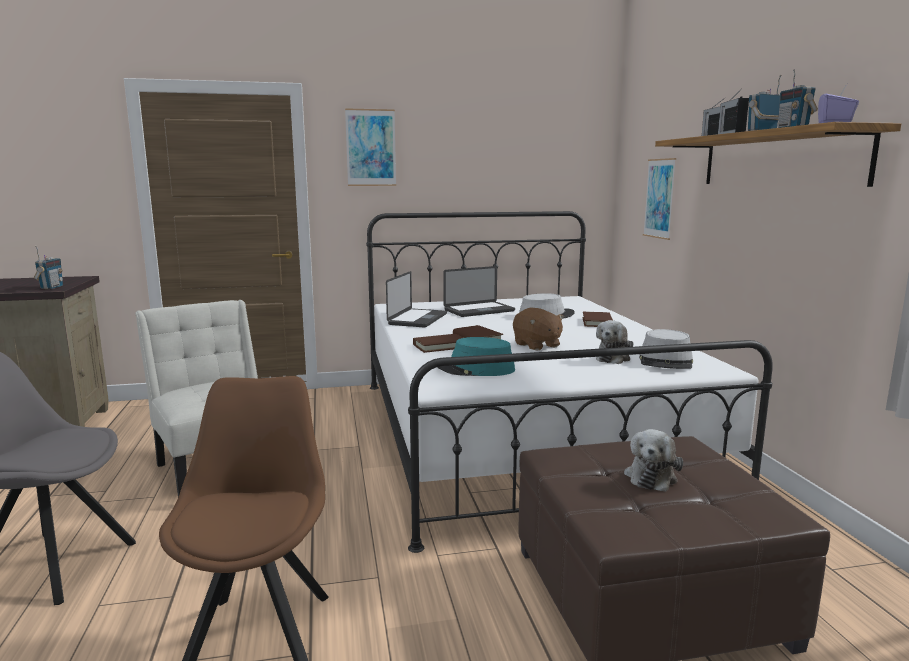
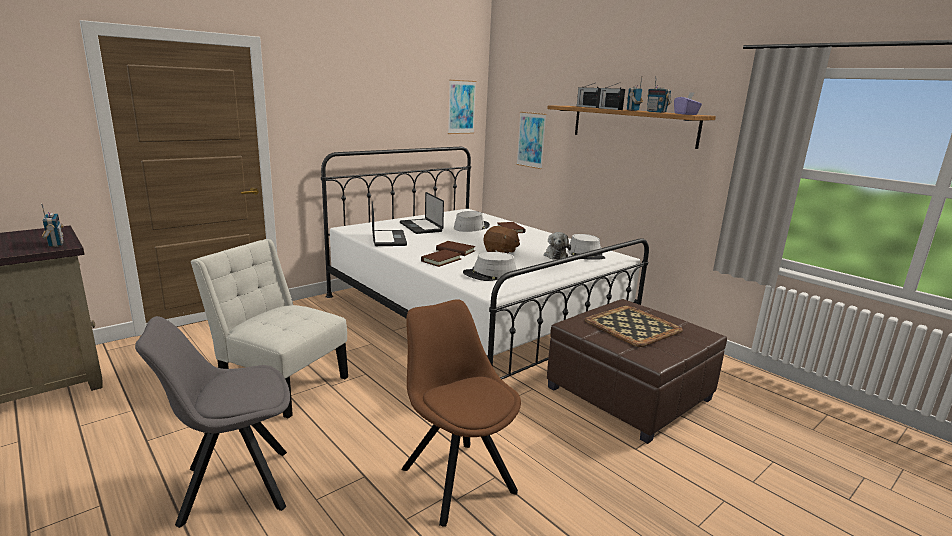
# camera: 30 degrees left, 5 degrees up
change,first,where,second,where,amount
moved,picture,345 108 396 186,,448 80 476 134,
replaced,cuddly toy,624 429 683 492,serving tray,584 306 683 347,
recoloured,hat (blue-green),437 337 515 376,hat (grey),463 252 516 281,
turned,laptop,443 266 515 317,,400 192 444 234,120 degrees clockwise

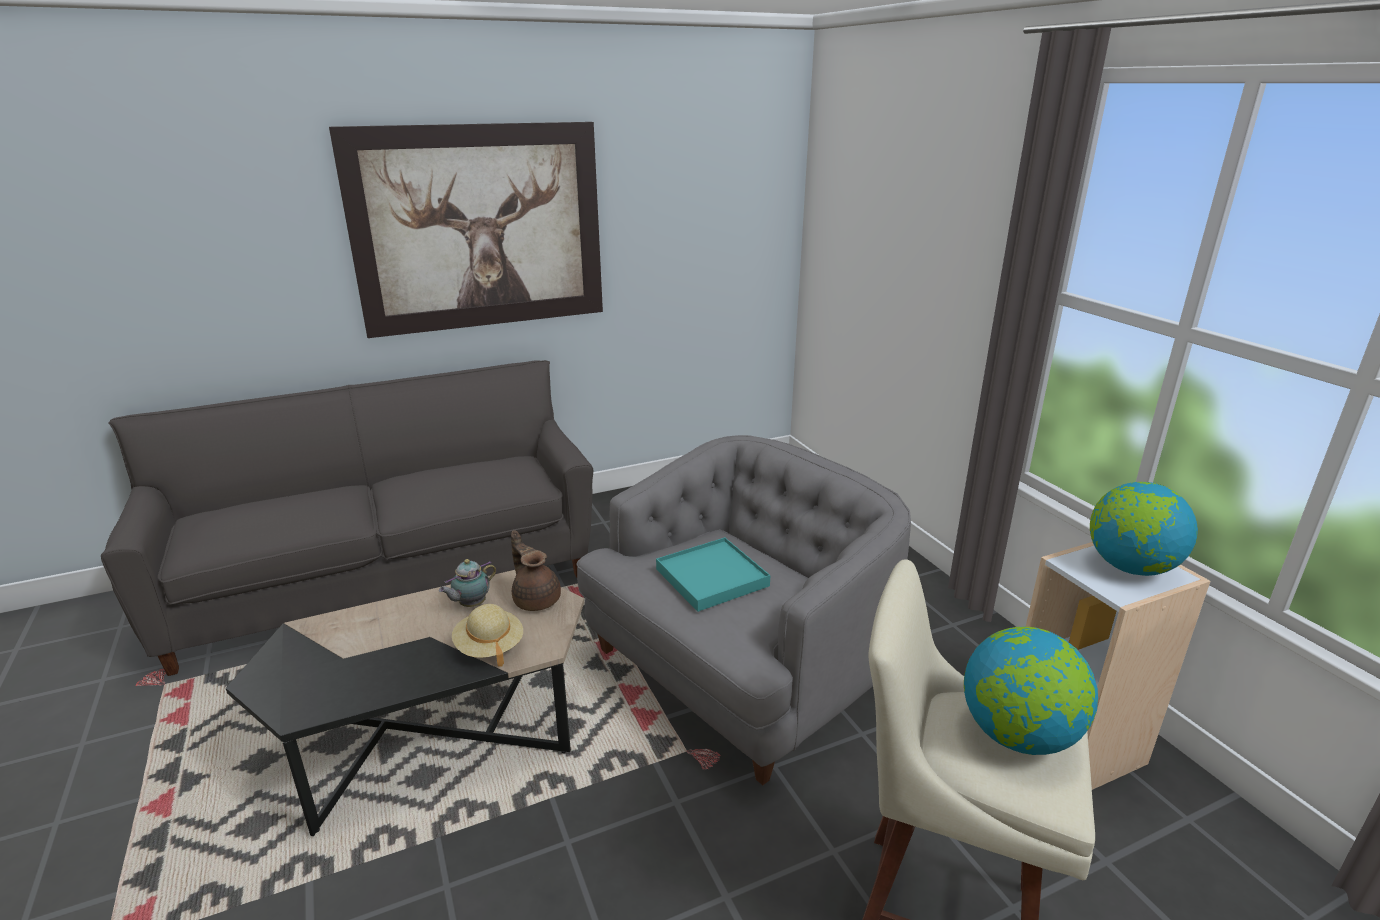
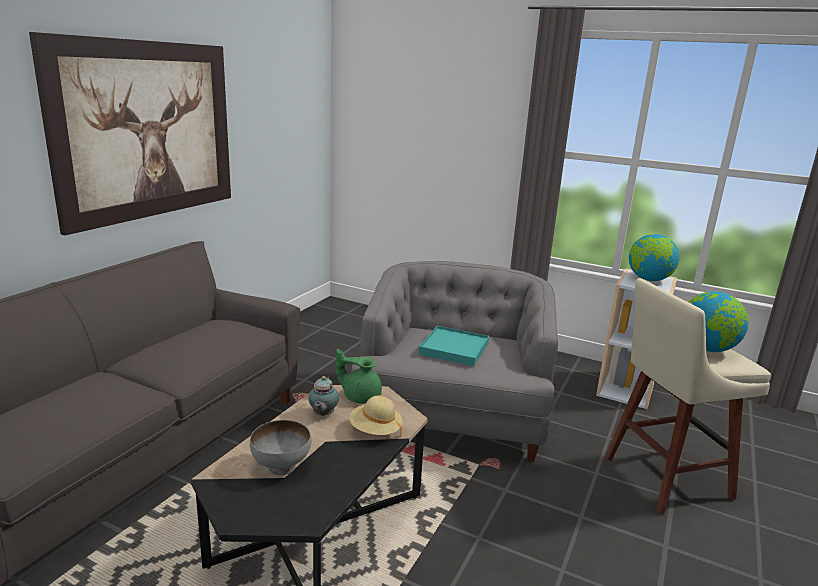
# camera: 40 degrees left, 5 degrees down
change,first,where,second,where,amount
added,,,serving bowl (grey),250 420 311 475,
recoloured,teapot (brownish),511 530 561 611,teapot (green),336 349 382 404,

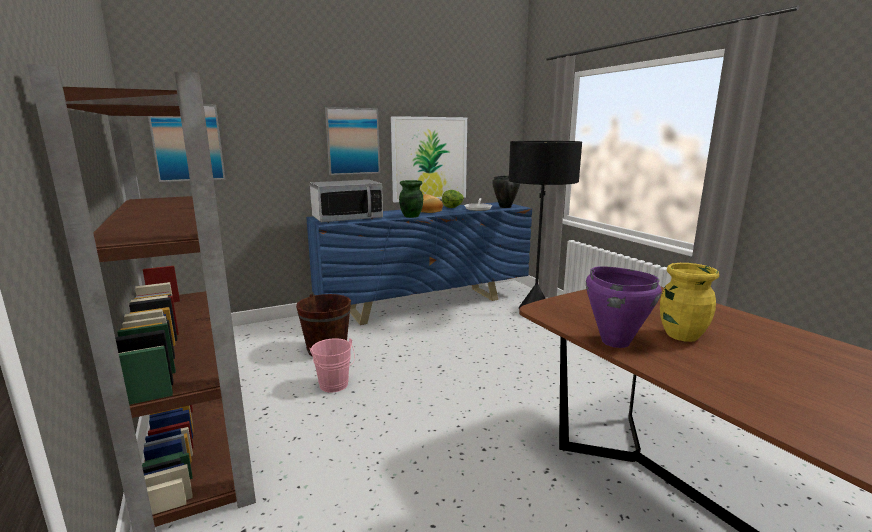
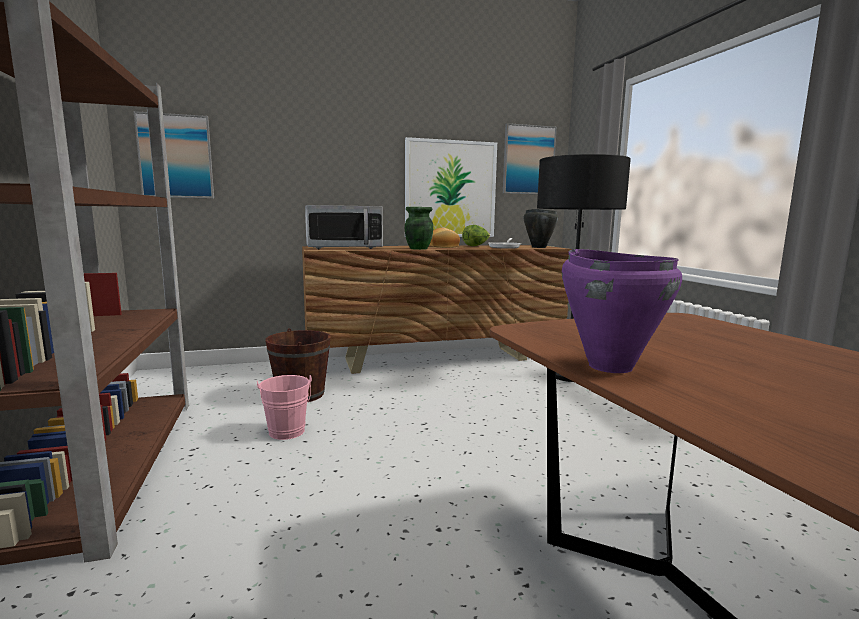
# camera: 10 degrees right, 5 degrees down
change,first,where,second,where,amount
removed,decorative vase (yellow-coloured),660 263 719 342,,,
moved,picture,325 107 380 175,,503 123 557 194,
recoloured,cupboard (bluish),306 202 532 325,cupboard (brownish),302 245 572 374,

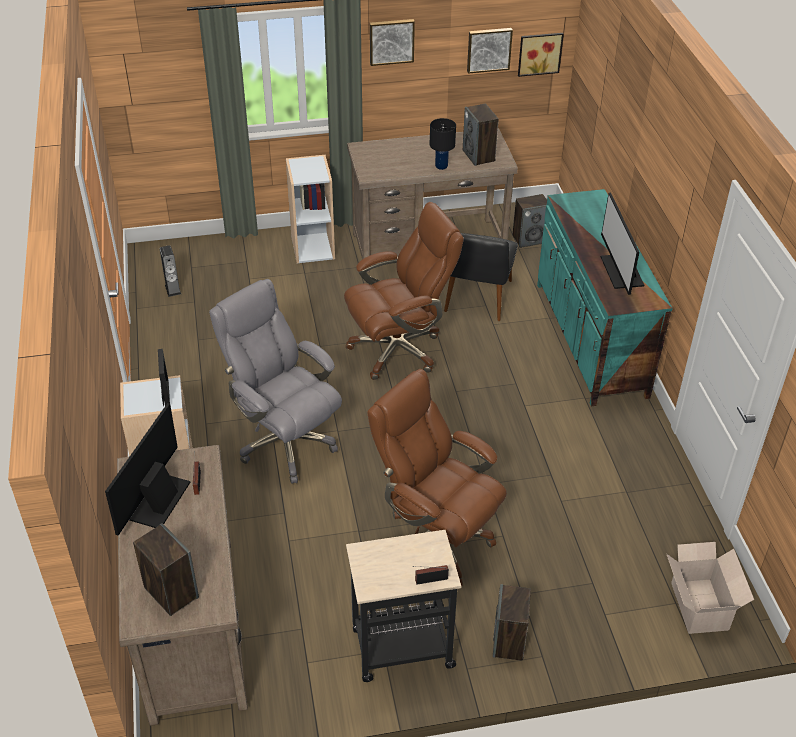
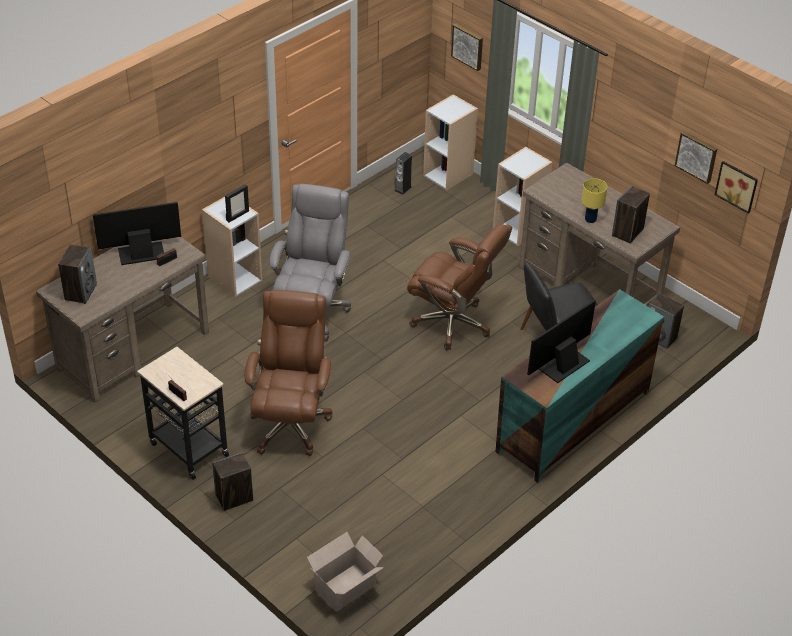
# camera: 55 degrees right, 0 degrees up
change,first,where,second,where,amount
added,,,bookcase,423 94 478 190,
moved,picture,370 19 415 66,,451 23 483 71,
recoloured,table lamp (black),430 118 456 170,table lamp (yellow-coloured),581 178 607 223,

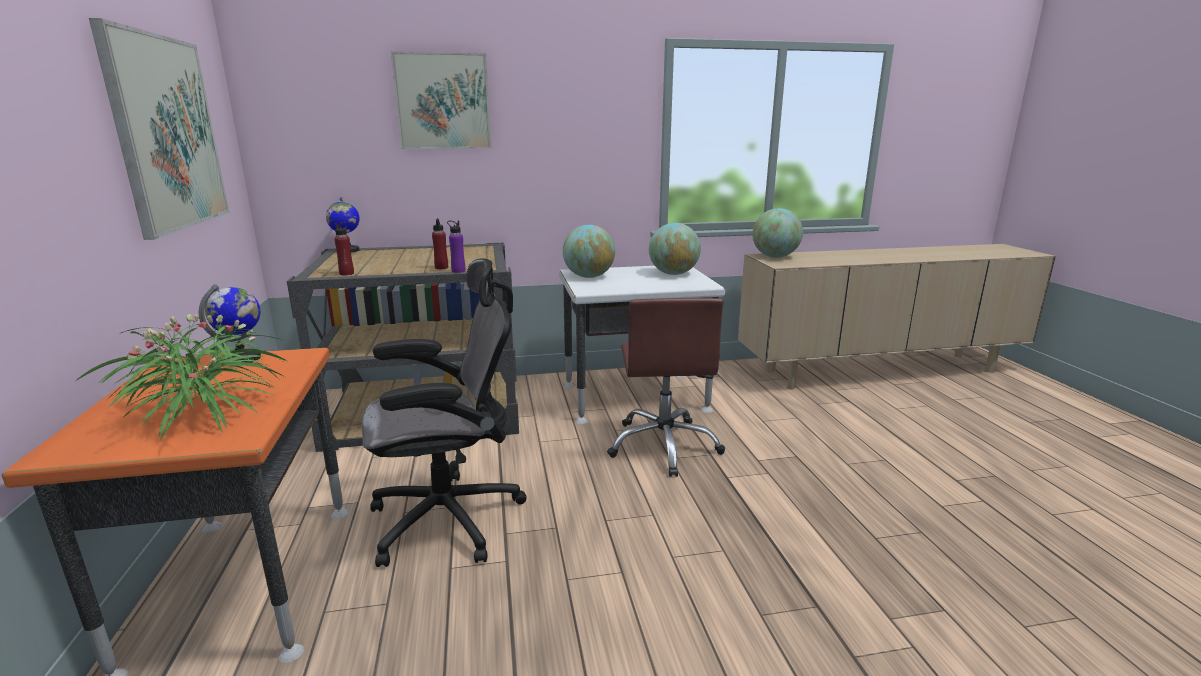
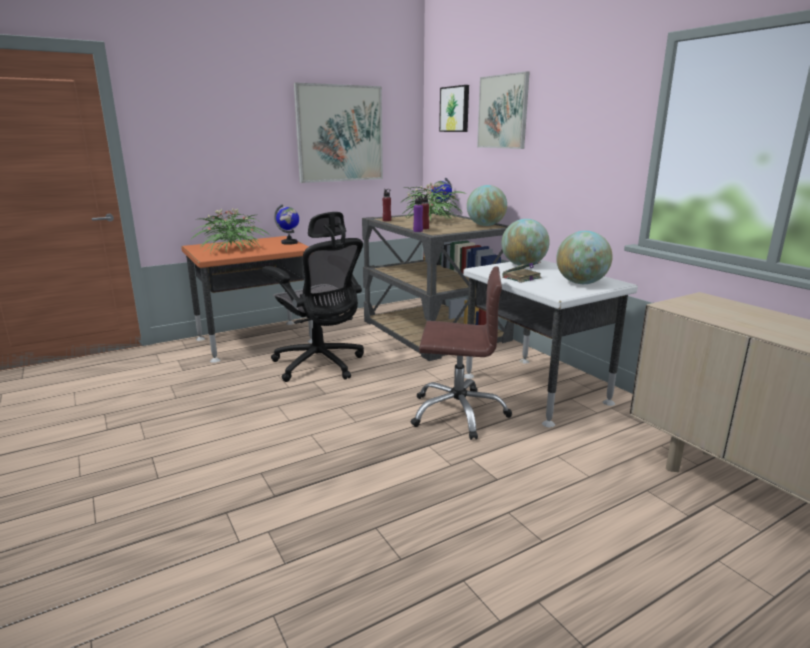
# camera: 70 degrees right, 0 degrees up
change,first,where,second,where,amount
added,,,plant in a pot,403 183 467 221,
added,,,picture,439 85 469 132,
added,,,bound book,502 261 542 283,
moved,globe,752 208 803 258,,467 185 507 226,
turned,desk chair (brownish),607 298 725 477,,411 266 512 440,150 degrees counterclockwise

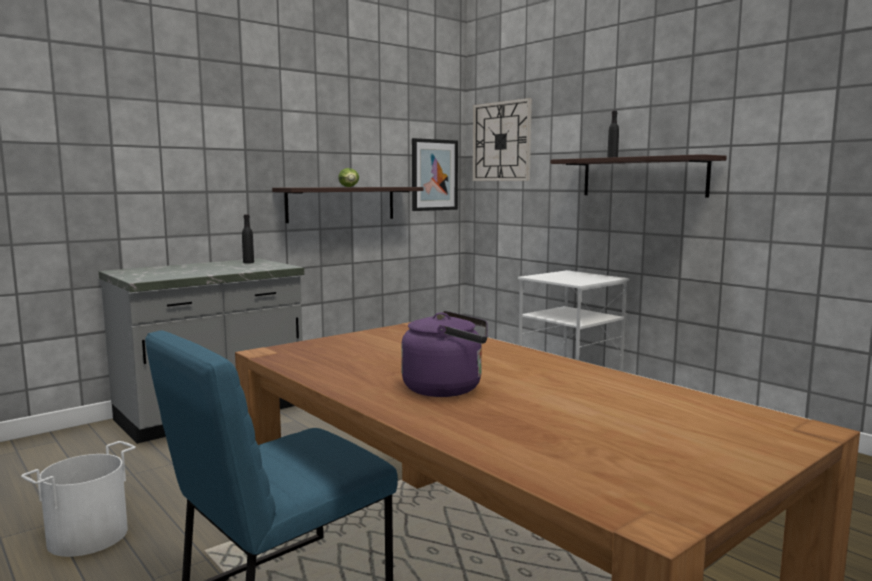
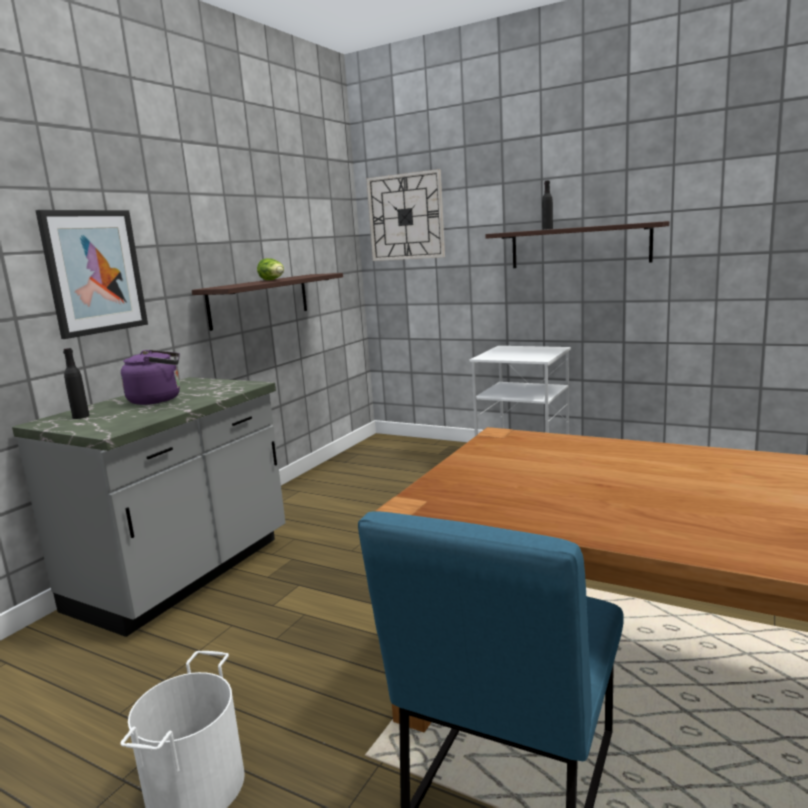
# camera: 20 degrees left, 5 degrees up
change,first,where,second,where,amount
moved,drink bottle (black),242 214 254 263,,63 348 90 419,
moved,kettle (purple-coloured),401 311 488 397,,121 350 180 405,
moved,picture,412 138 458 211,,36 210 148 339,

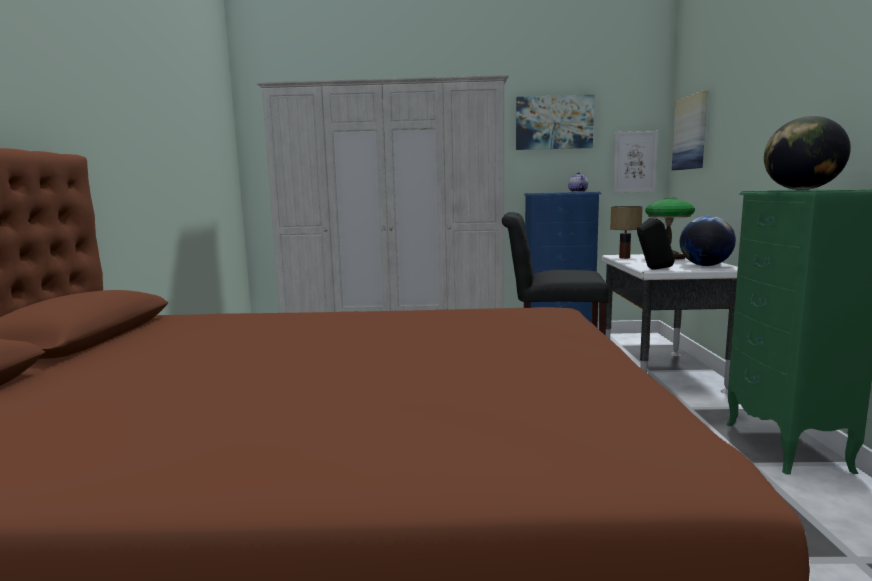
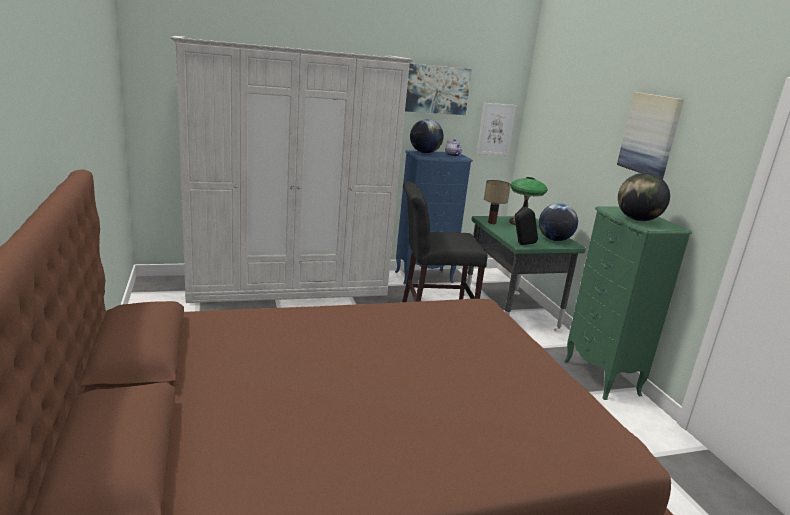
# camera: 20 degrees left, 10 degrees up
change,first,where,second,where,amount
added,,,globe,410 119 444 153,
moved,picture,672 90 708 170,,617 92 684 179,
recoloured,desk (whitish),602 254 738 394,desk (green),464 216 586 333,

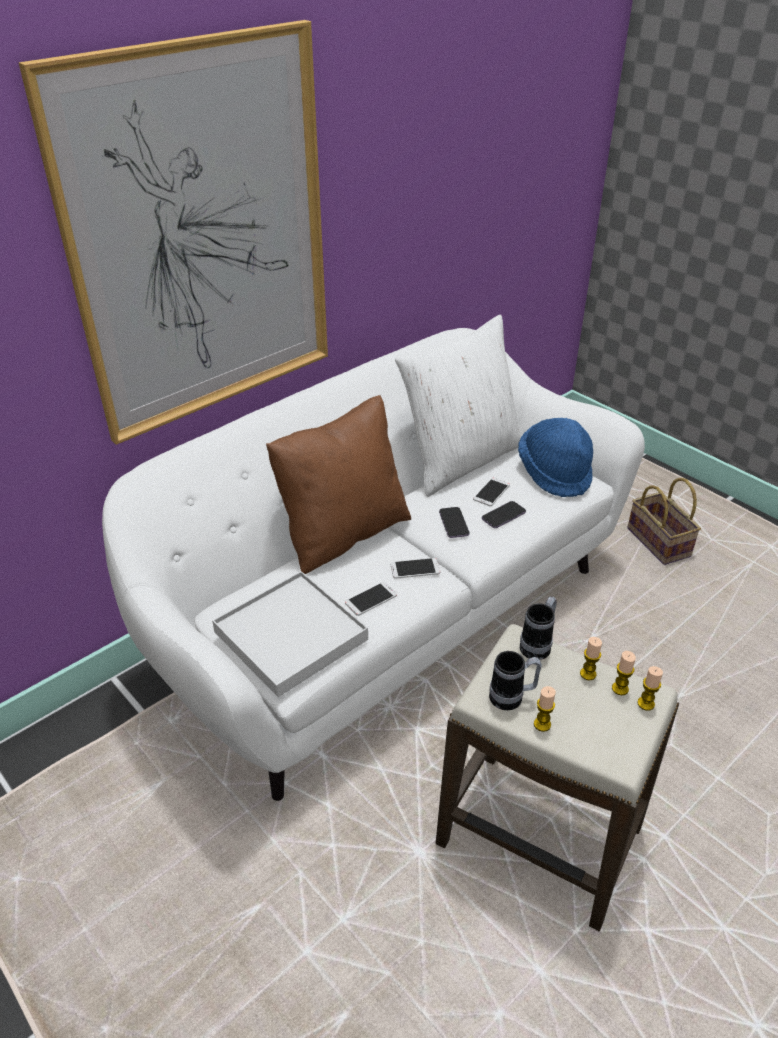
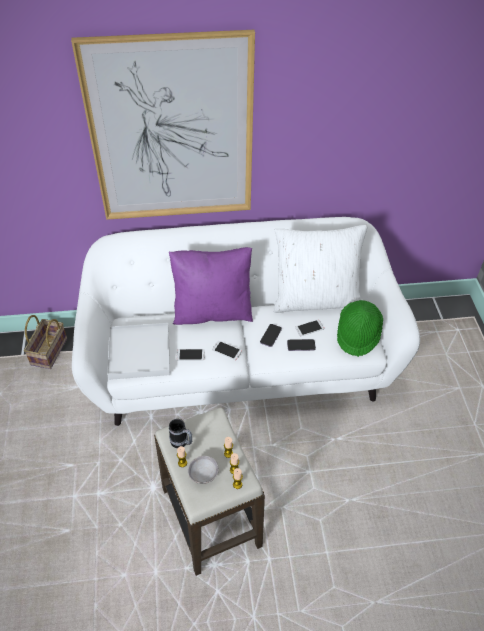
# camera: 35 degrees right, 10 degrees up
change,first,where,second,where,amount
removed,mug,520 597 557 660,,,
added,,,serving bowl (grey),188 456 219 484,
moved,basket,627 478 701 565,,24 315 67 369,
recoloured,pillow (brownish),266 395 411 574,pillow (purple-coloured),169 247 253 325,
recoloured,hat (bluish),518 418 593 497,hat (green),337 300 383 357,

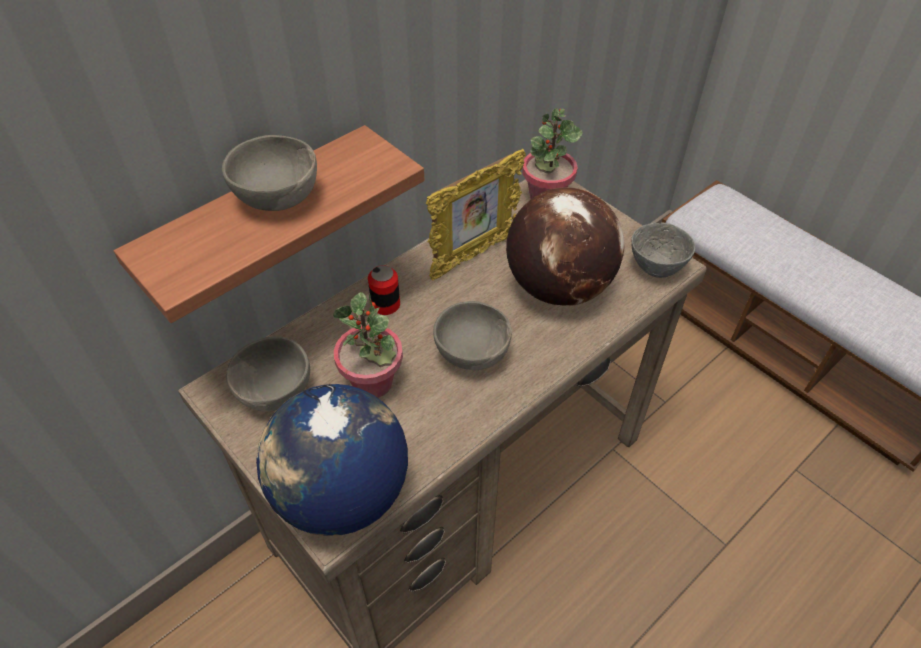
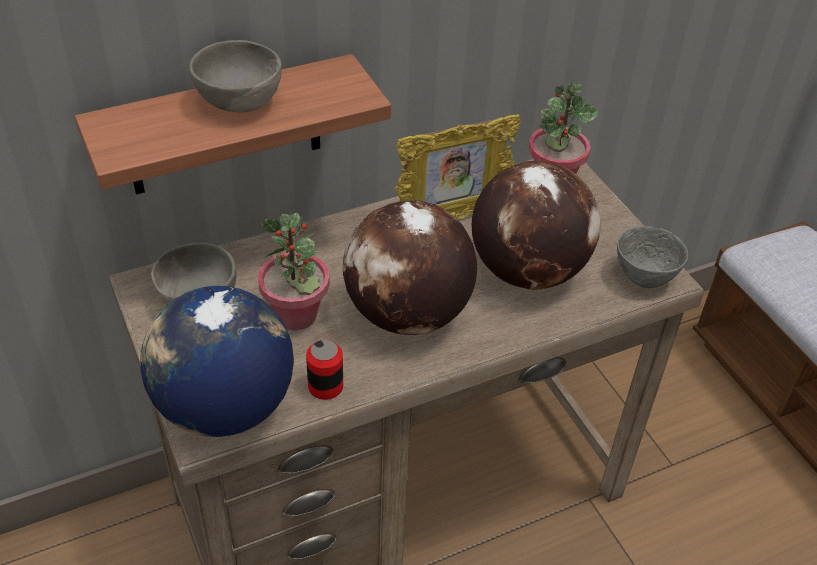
# camera: 15 degrees right, 5 degrees down
change,first,where,second,where,amount
moved,metal can,368 265 400 315,,306 340 343 400,
replaced,serving bowl (grey),433 301 512 370,globe,343 200 477 335,

